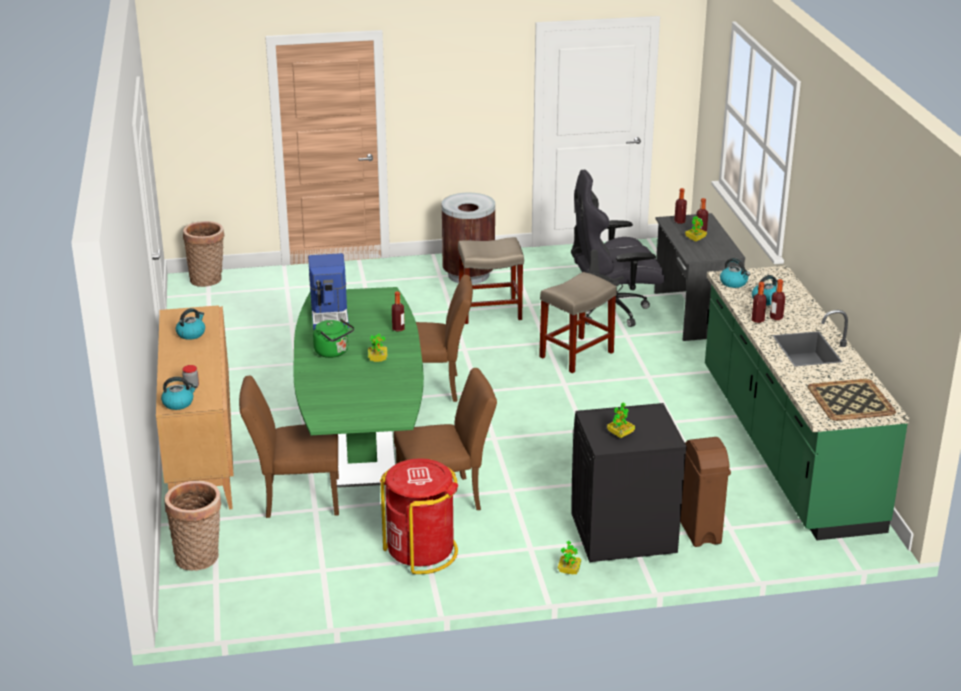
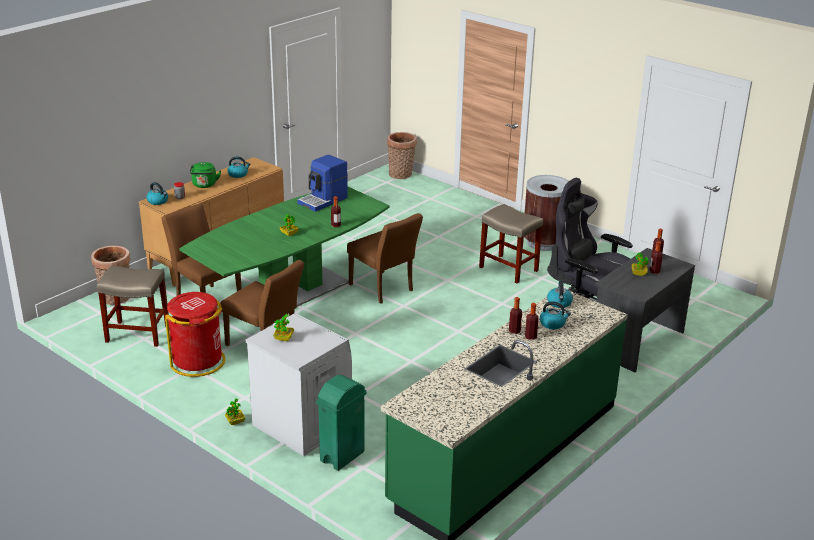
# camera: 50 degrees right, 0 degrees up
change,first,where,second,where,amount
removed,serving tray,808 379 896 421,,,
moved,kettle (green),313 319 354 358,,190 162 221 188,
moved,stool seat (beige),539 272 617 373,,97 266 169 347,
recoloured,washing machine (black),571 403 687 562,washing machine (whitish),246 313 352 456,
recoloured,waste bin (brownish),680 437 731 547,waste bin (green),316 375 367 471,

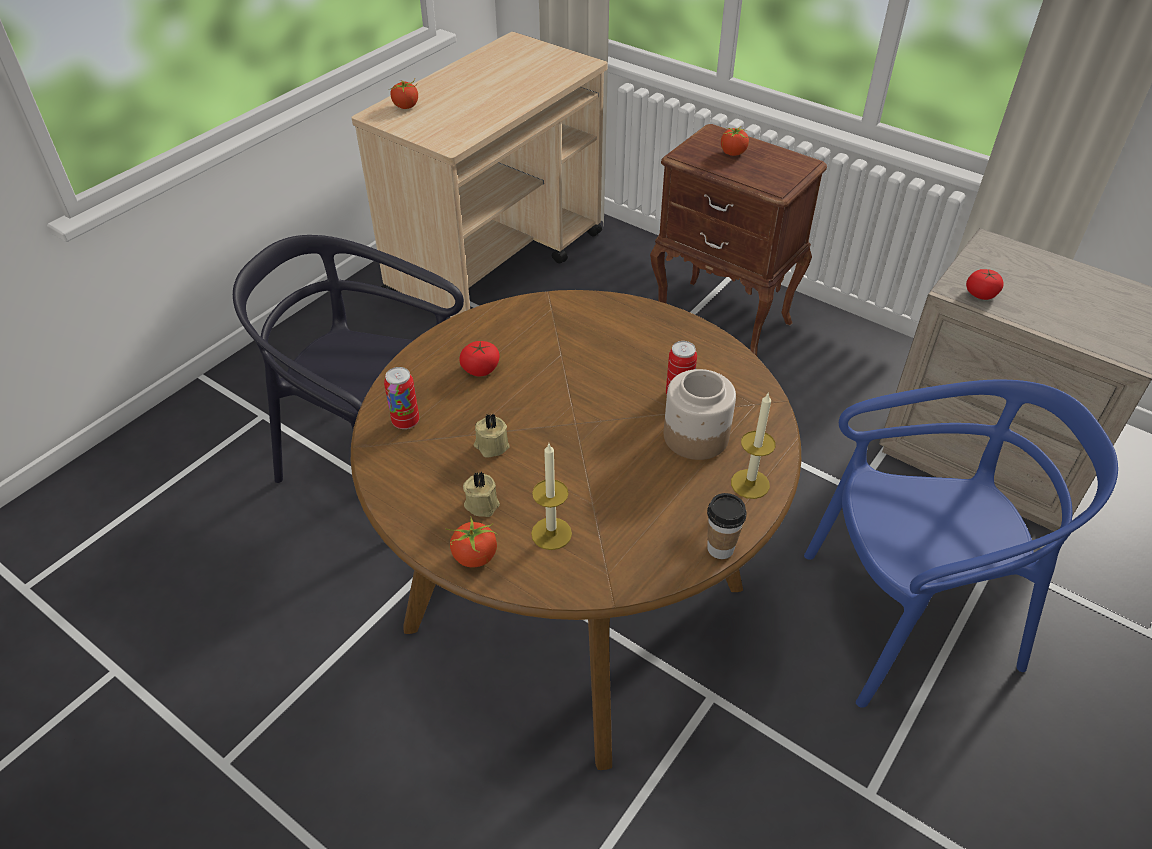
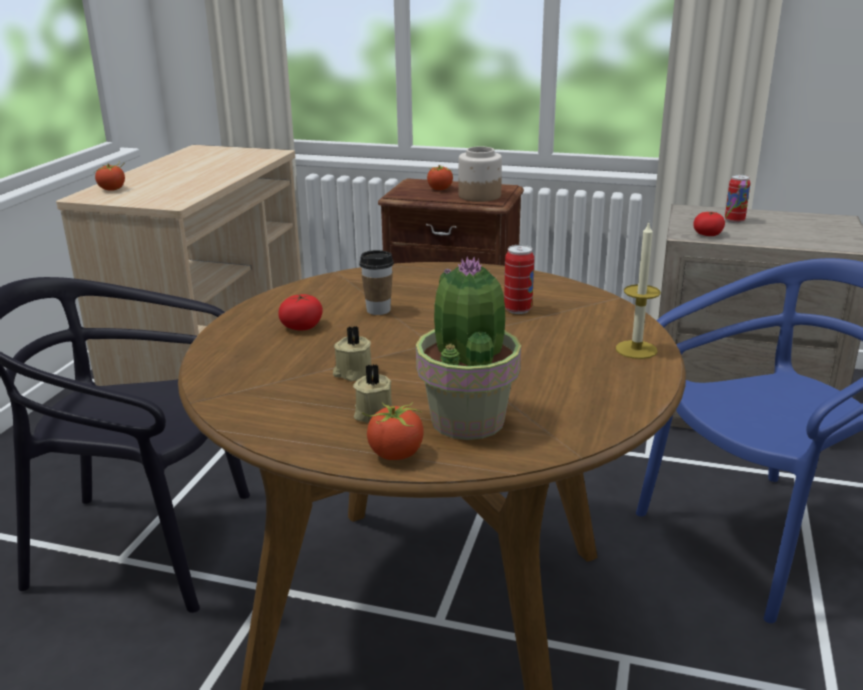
# camera: 20 degrees left, 20 degrees down
change,first,where,second,where,amount
moved,metal can,384 367 419 429,,725 175 751 223,
moved,storage jar,664 369 736 460,,458 146 502 202,
moved,cup,707 493 747 559,,359 250 394 315,
replaced,wax light,531 444 572 550,plant in a pot,416 256 521 440,

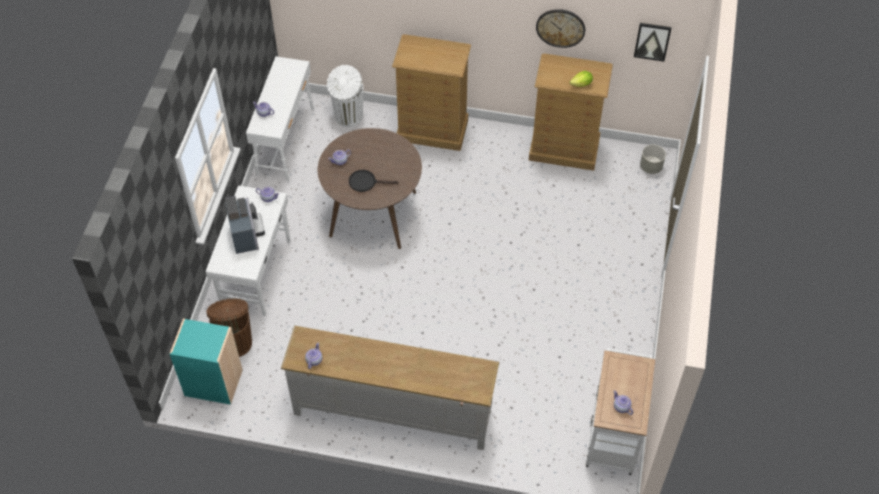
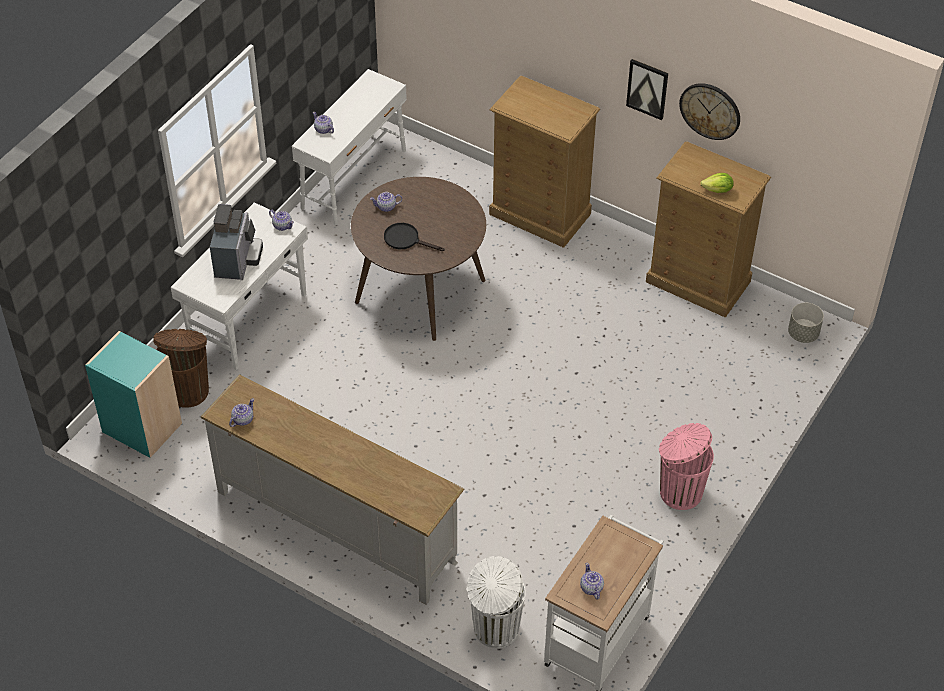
# camera: 20 degrees right, 5 degrees down
change,first,where,second,where,amount
added,,,waste bin (pink),659 423 714 510,
moved,waste bin (whitish),327 65 364 127,,467 556 526 648,
moved,picture,634 23 672 61,,626 59 668 120,

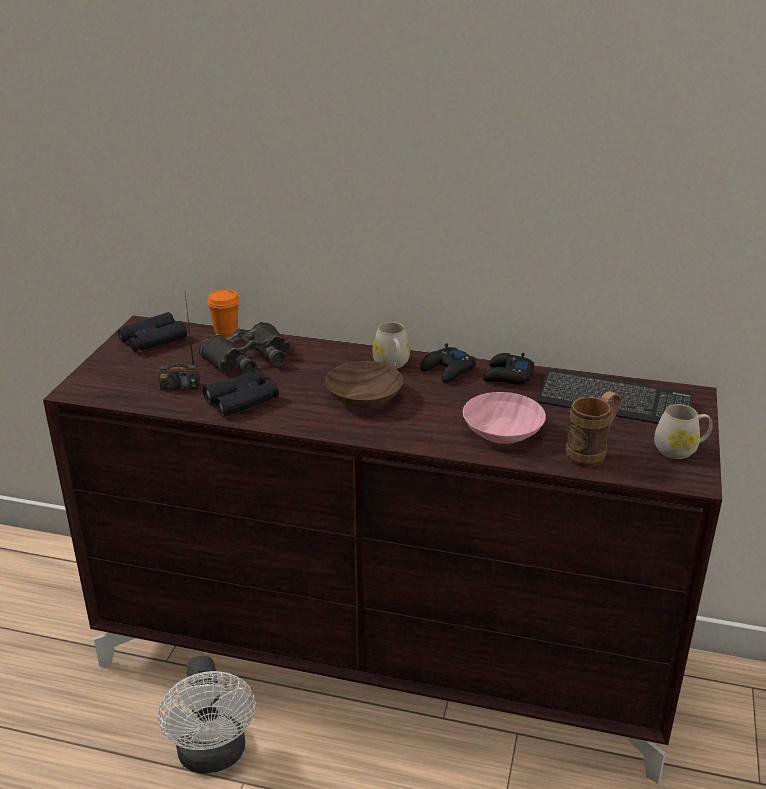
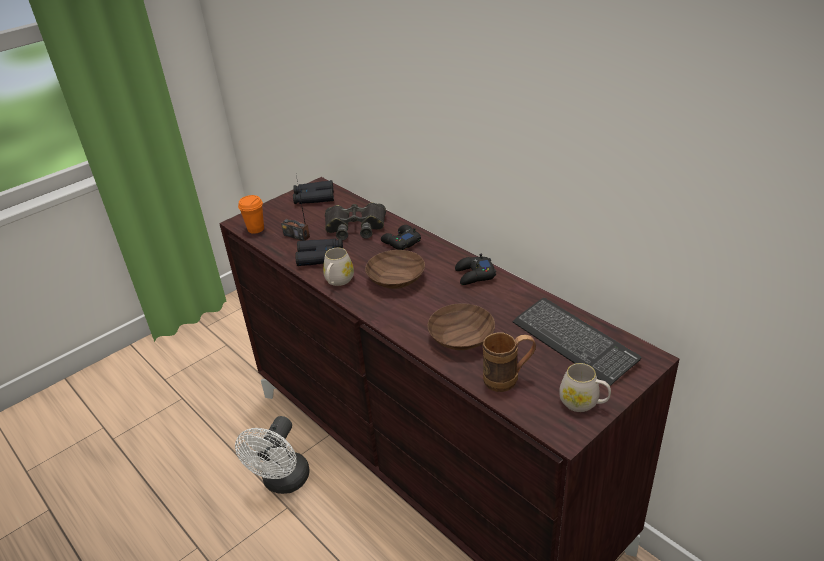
# camera: 35 degrees right, 5 degrees up
change,first,where,second,where,amount
moved,cup (orange-coloured),207 289 240 338,,238 195 264 234,
moved,mug (whitish),372 322 410 369,,323 247 354 286,
moved,gamepad (black),482 353 534 384,,381 225 421 250,
recoloured,serving bowl (pink),463 392 546 444,serving bowl (brownish),427 303 495 350,

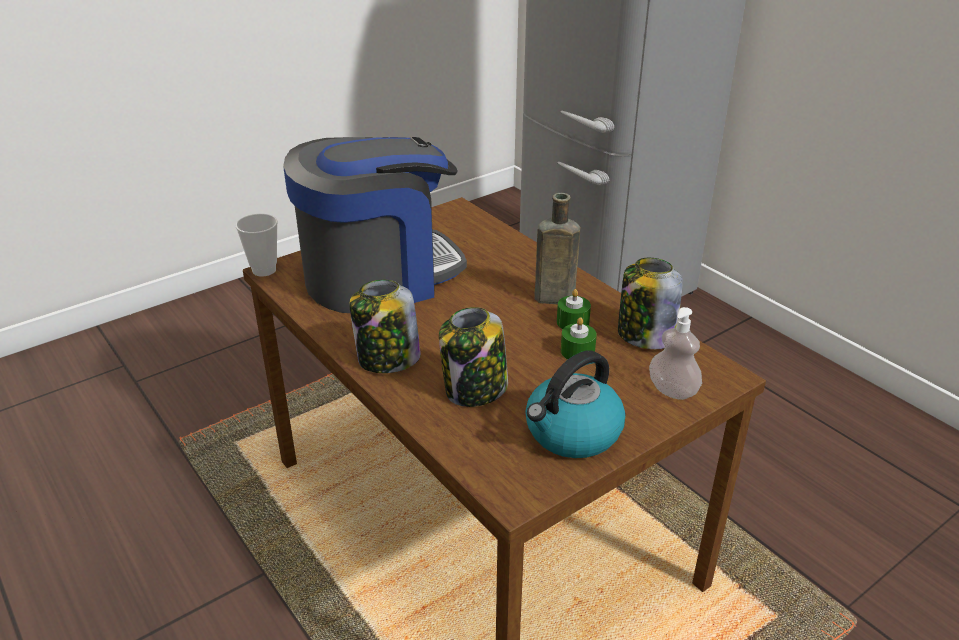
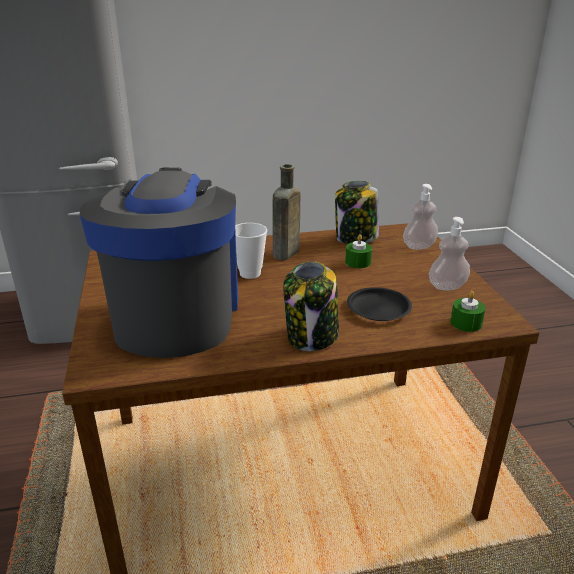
# camera: 65 degrees left, 5 degrees down
change,first,where,second,where,amount
moved,cup,236 214 278 276,,235 223 267 279,
moved,wax light (green),557 289 591 329,,451 291 486 332,
replaced,storage jar,439 307 508 407,dinner plate (black),347 287 412 321,
replaced,kettle,525 350 625 458,soap bottle,429 217 470 290,

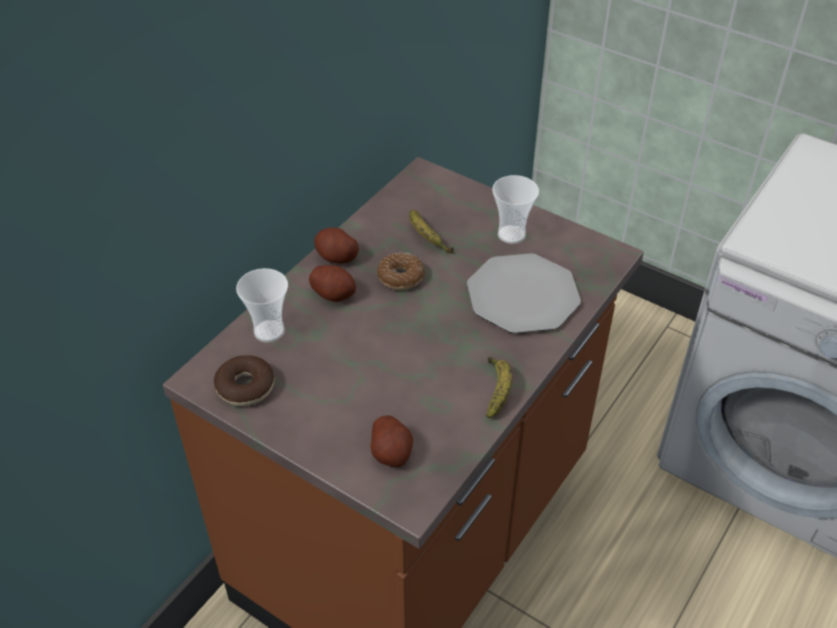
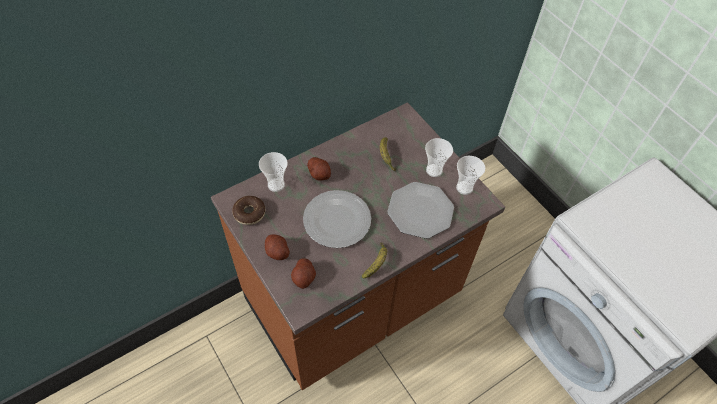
# camera: 20 degrees right, 10 degrees up
change,first,where,second,where,amount
removed,donut,377 253 425 290,,,
added,,,dinner plate,303 190 371 248,
added,,,cup,456 156 485 195,
moved,spud,314 228 359 264,,265 234 290 260,

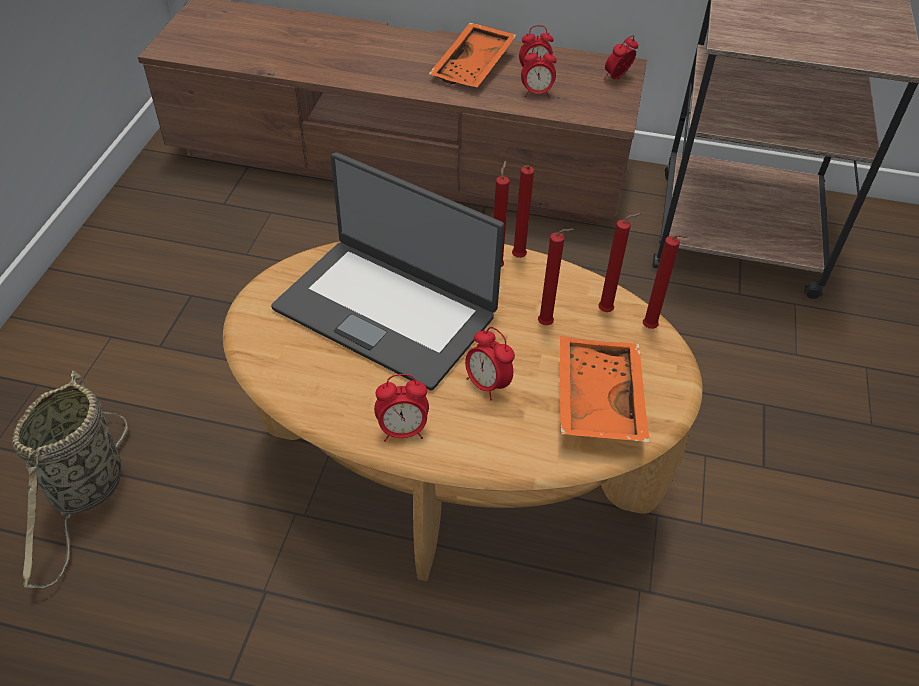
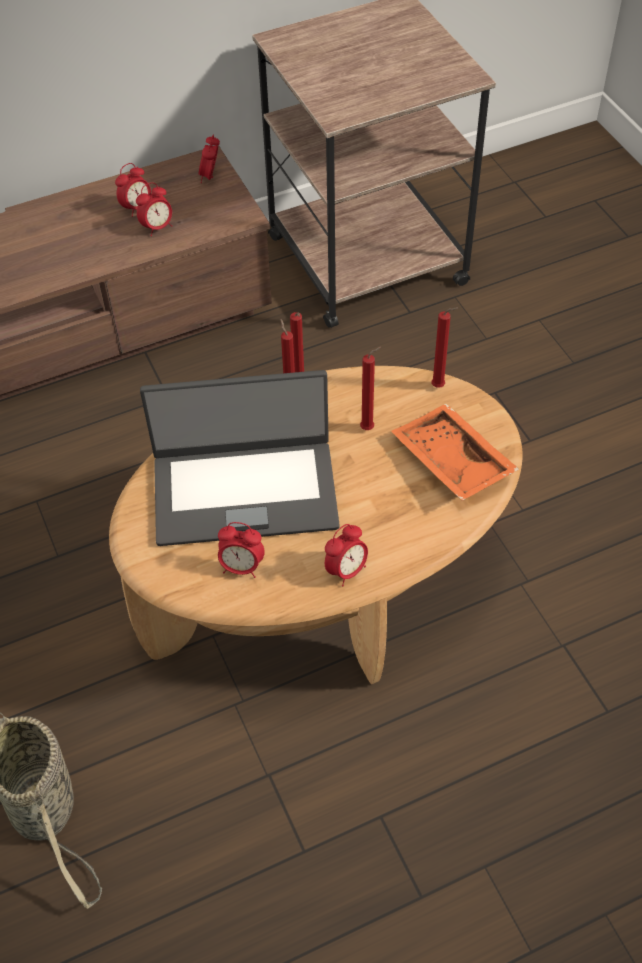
# camera: 35 degrees left, 5 degrees up
change,first,where,second,where,amount
removed,serving tray (orange-coloured),429 23 516 87,,,
removed,wax light (reddish),598 213 641 312,,,
moved,table clock,465 327 515 401,,218 522 265 578,

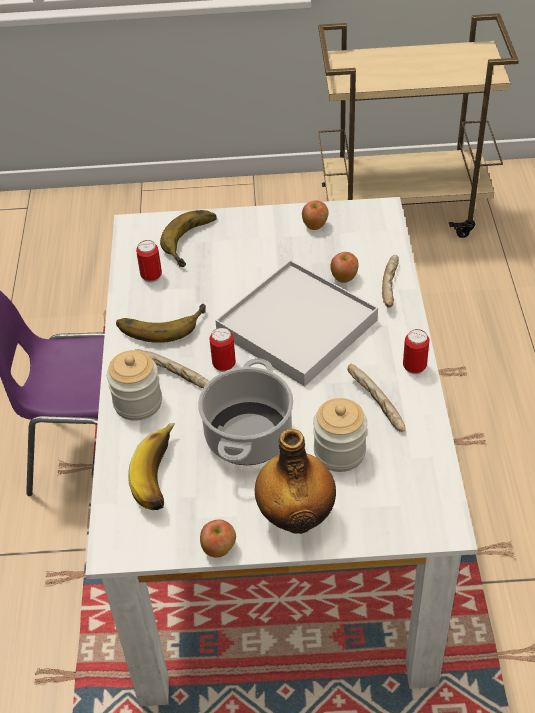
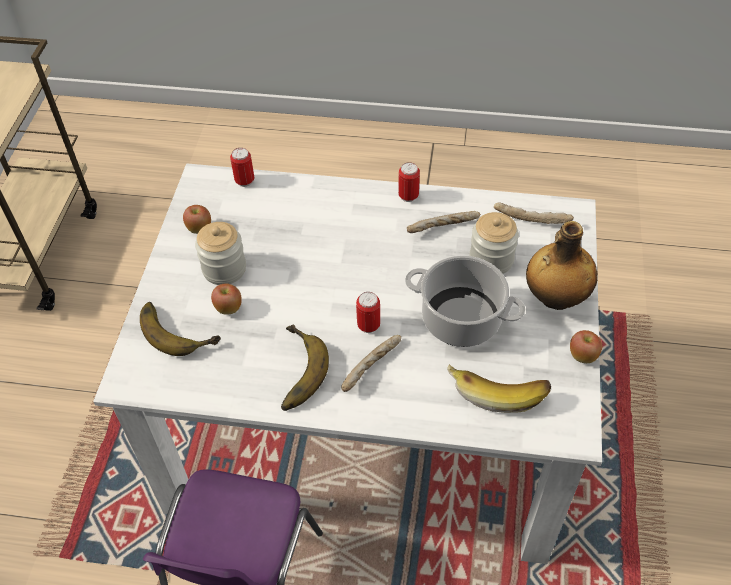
# camera: 80 degrees left, 5 degrees up
change,first,where,second,where,amount
removed,serving tray (whitish),215 260 378 387,,,
moved,storage jar,107 350 162 421,,195 222 246 285,
moved,metal can,136 240 162 283,,230 148 254 187,
moved,apple,330 252 359 283,,211 283 242 315,
moved,baked bread,382 255 399 308,,494 202 574 224,

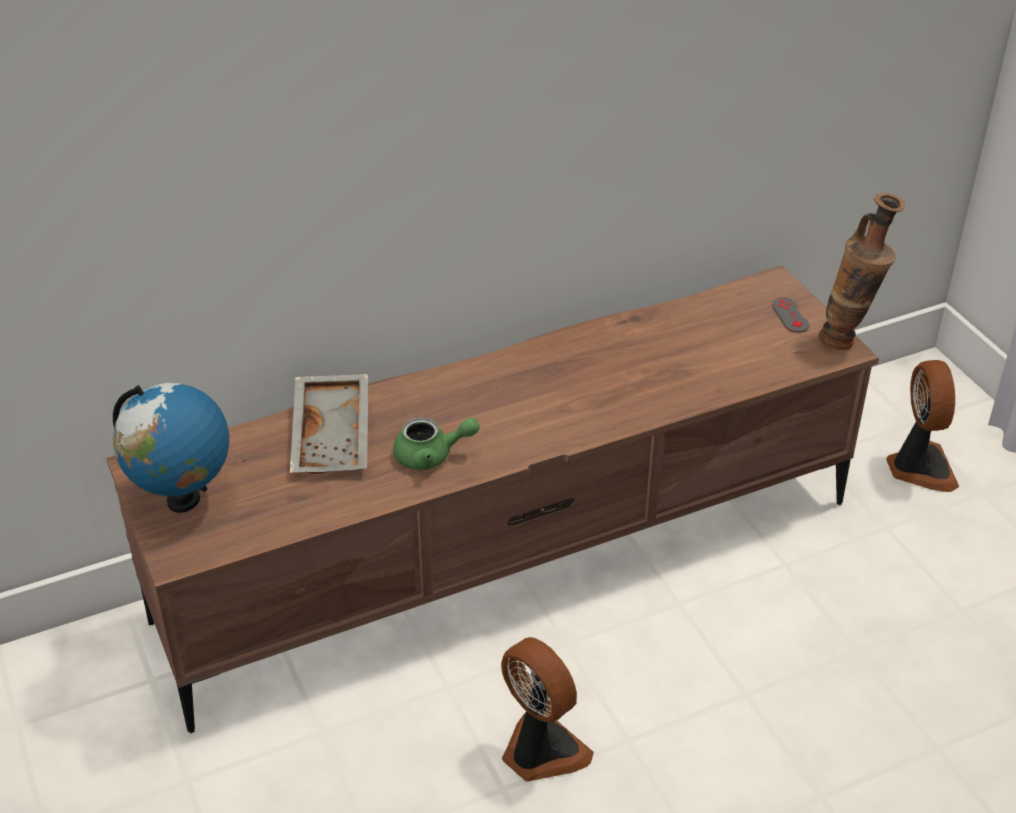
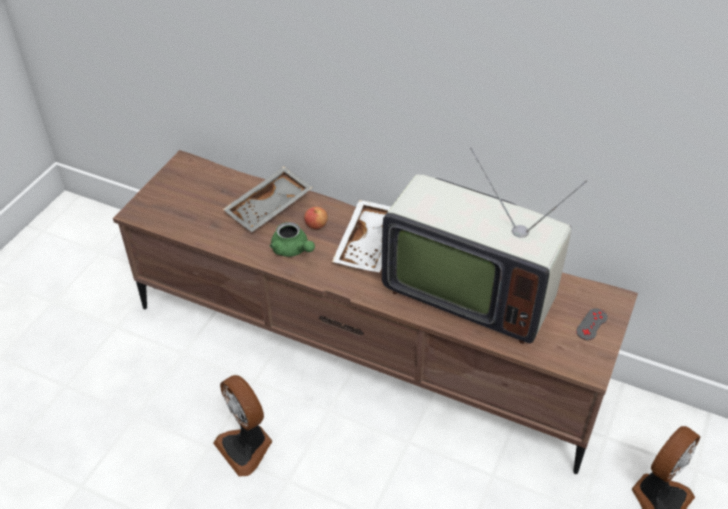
# camera: 50 degrees right, 5 degrees up
change,first,where,second,where,amount
removed,globe,113 383 229 513,,,
removed,decorative vase,819 193 905 350,,,
added,,,apple,304 207 328 229,
added,,,serving tray (whitish),332 200 391 273,
added,,,TV set,382 147 587 344,
turned,cooling fan,501 637 594 782,,213 375 272 477,135 degrees clockwise

